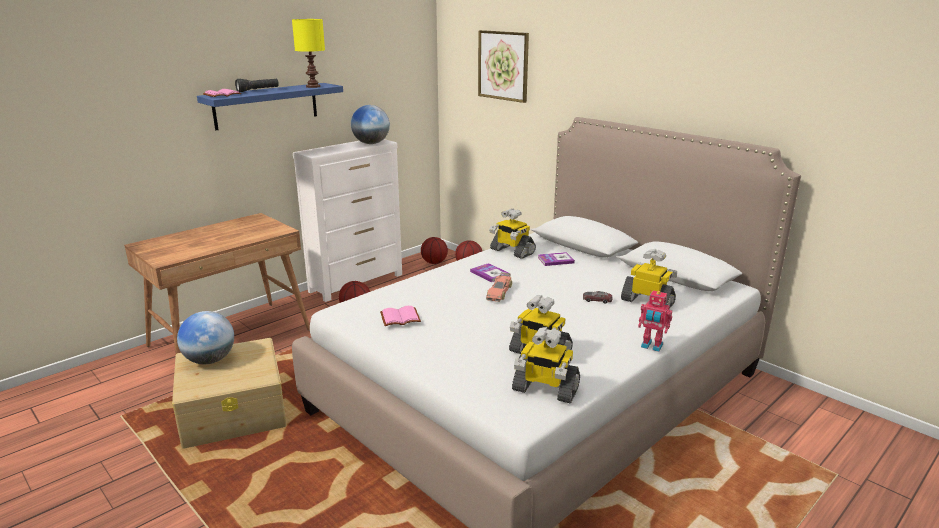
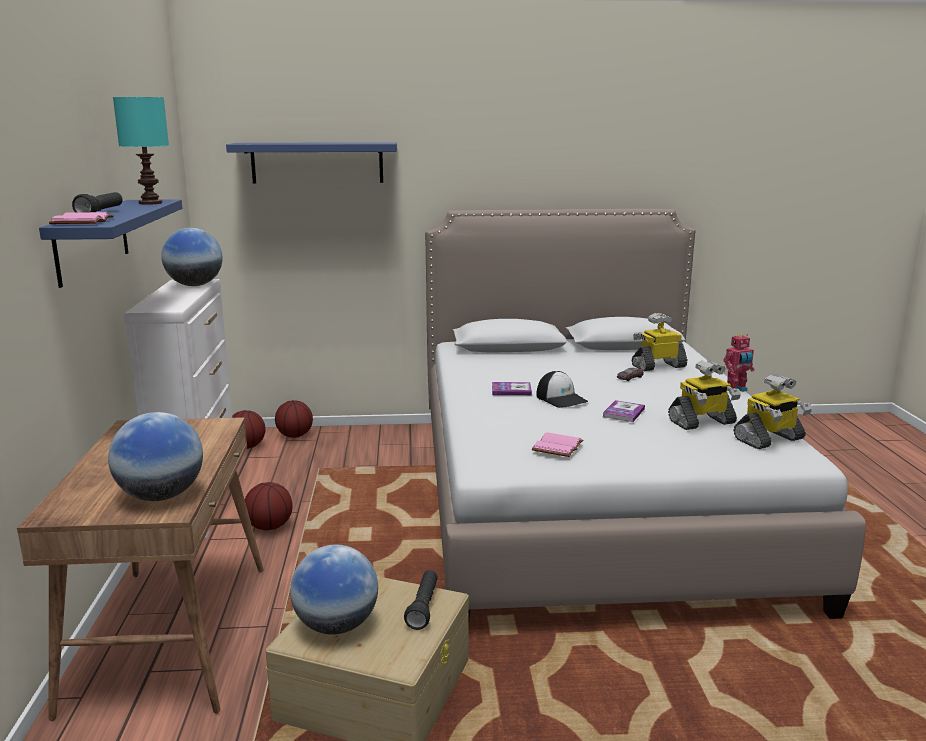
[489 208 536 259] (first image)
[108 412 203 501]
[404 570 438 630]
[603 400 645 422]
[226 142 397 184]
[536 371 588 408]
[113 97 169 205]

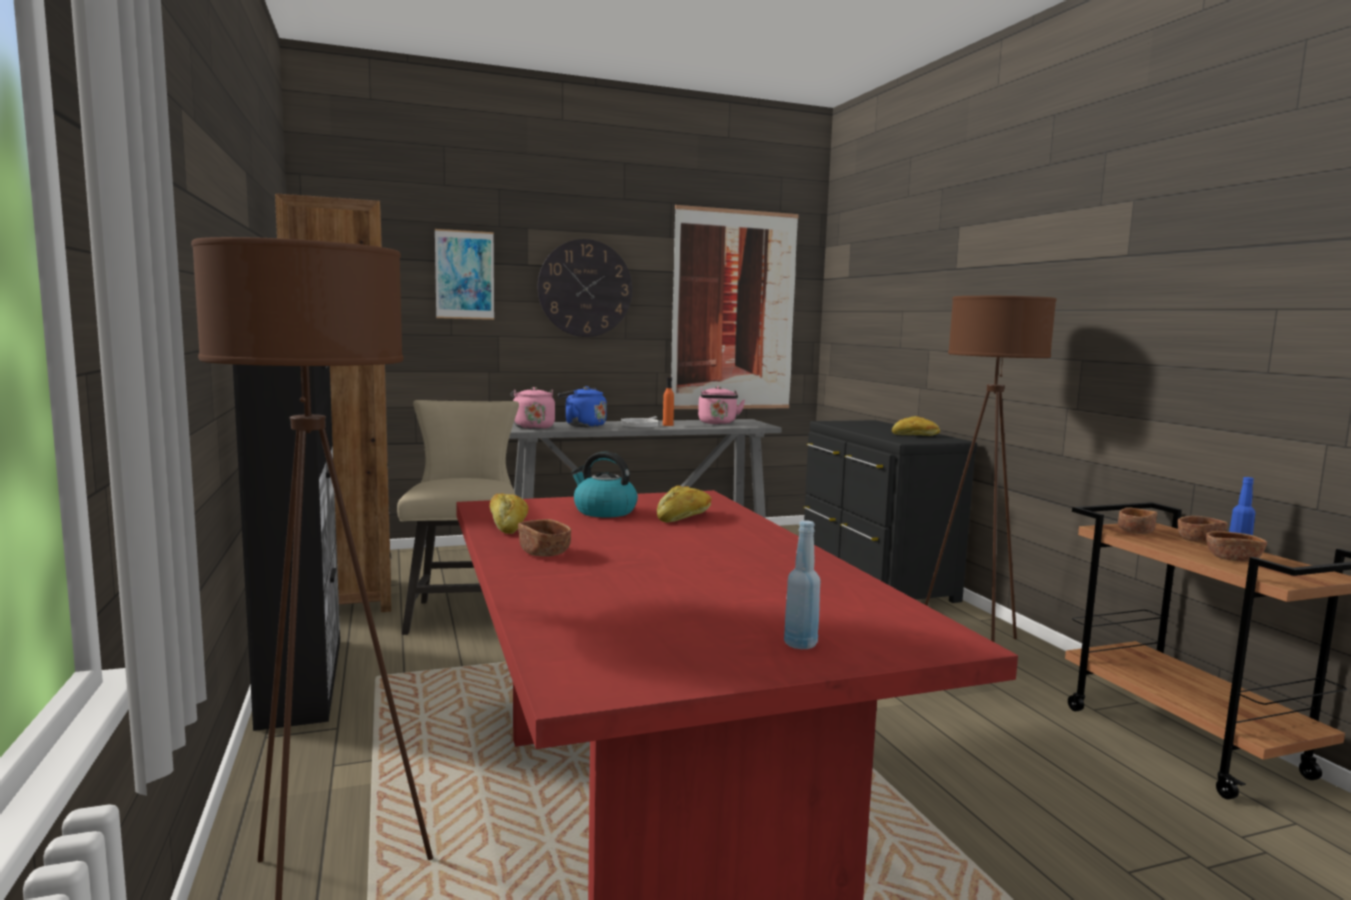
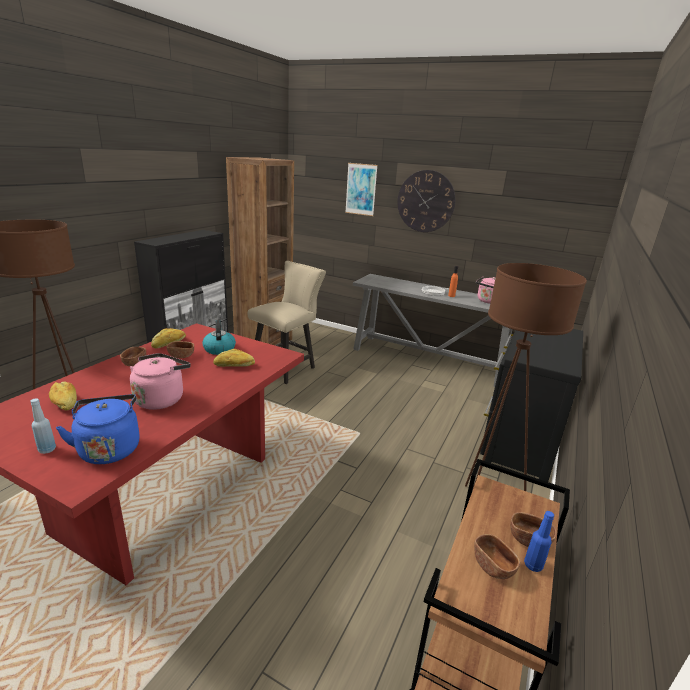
[671 205 799 409] (first image)
[130 353 191 410]
[56 394 140 464]
[49 381 77 411]
[167 341 194 358]

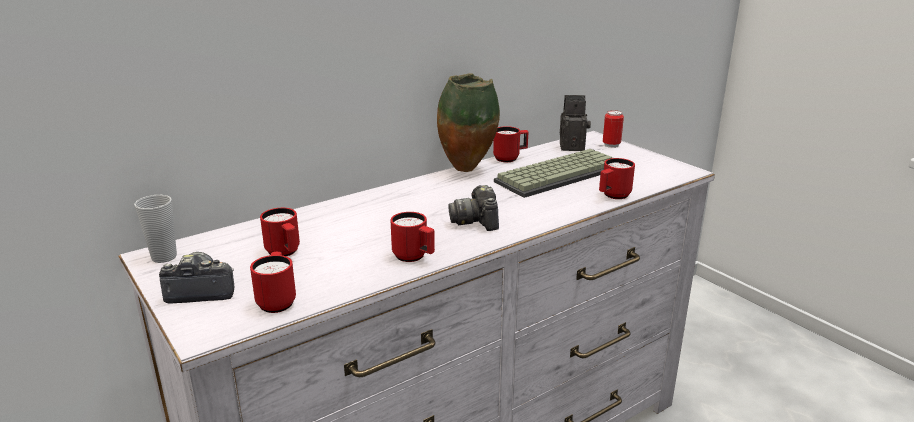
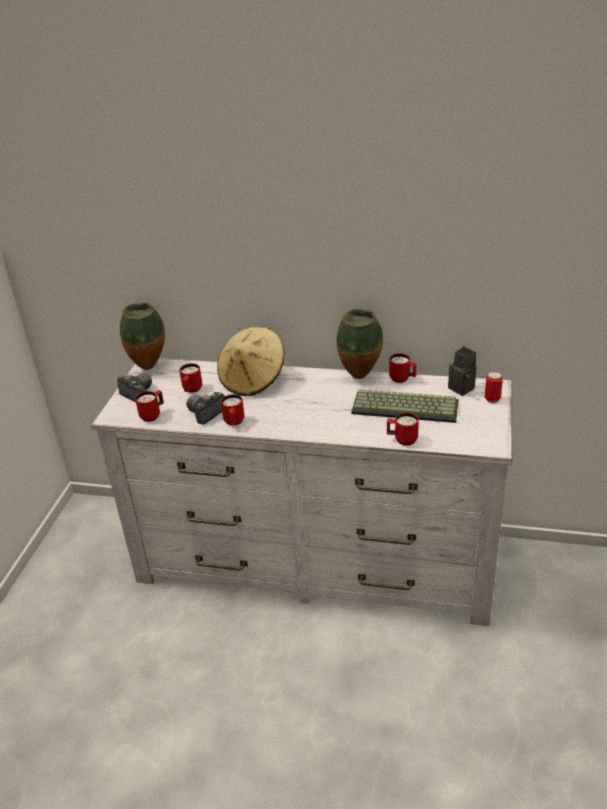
[217 326 284 396]
[186 392 224 425]
[120 302 165 370]

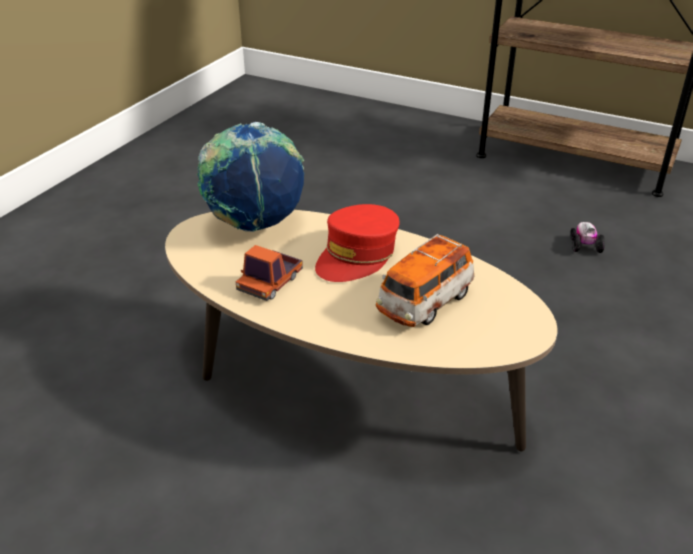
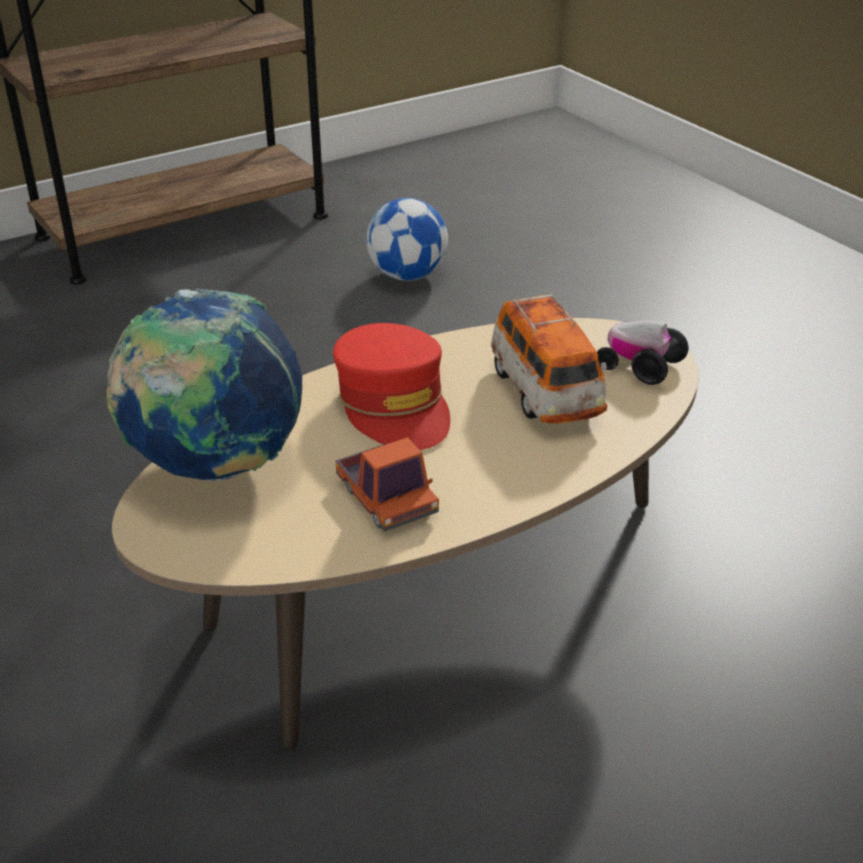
[366 198 448 281]
[597 320 689 385]

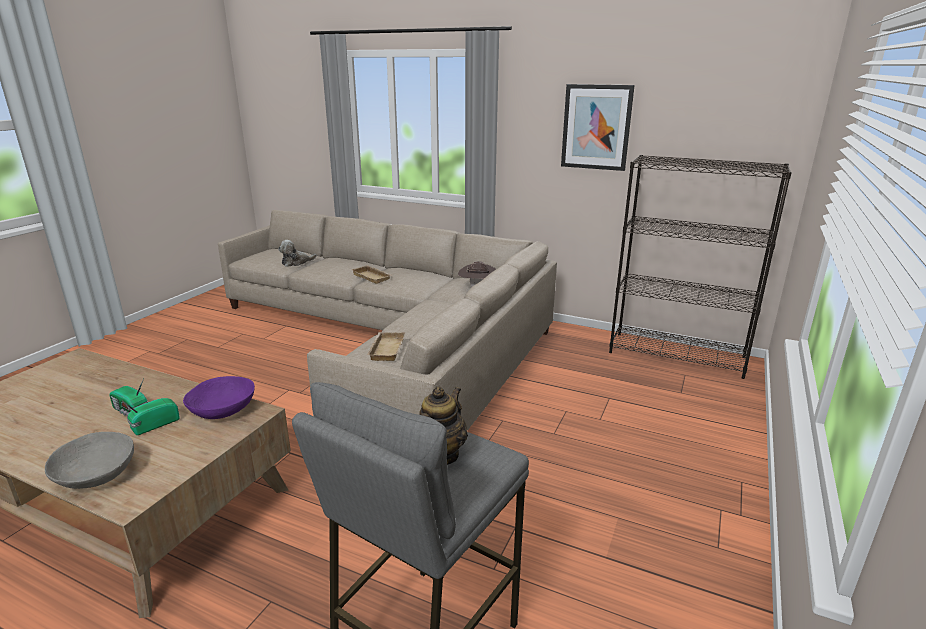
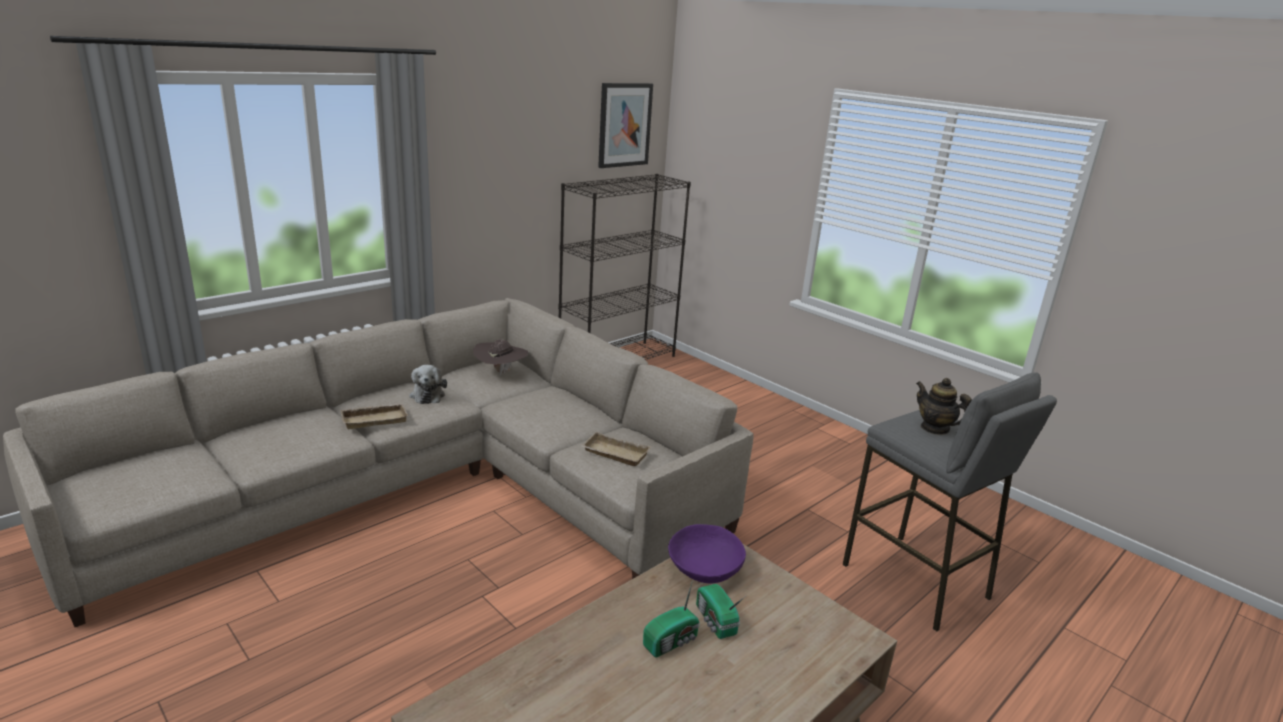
[45 432 134 489] (first image)
[409 365 447 404]
[598 83 653 168]

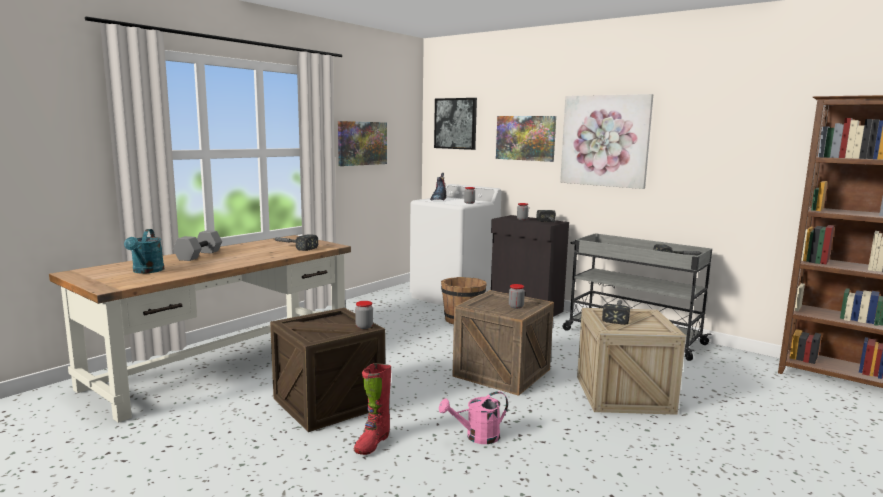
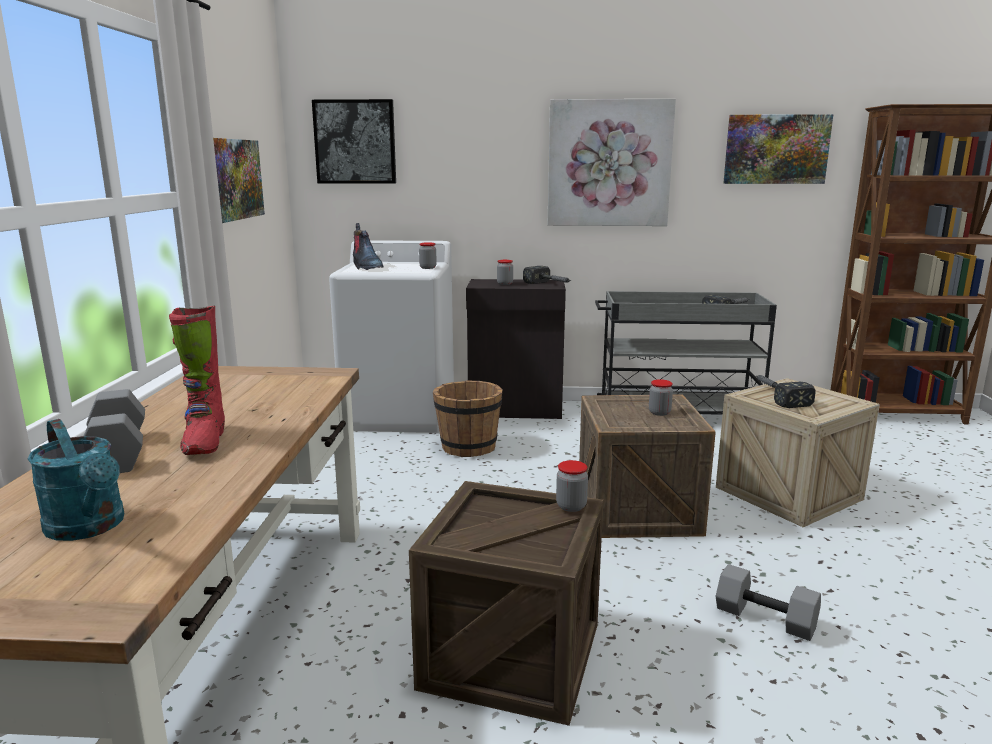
[274 234 318 251] (first image)
[169 305 225 455]
[723 114 833 184]
[716 564 821 641]

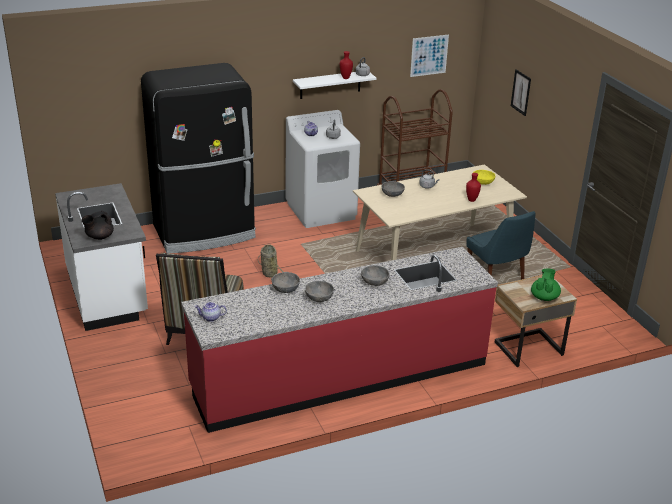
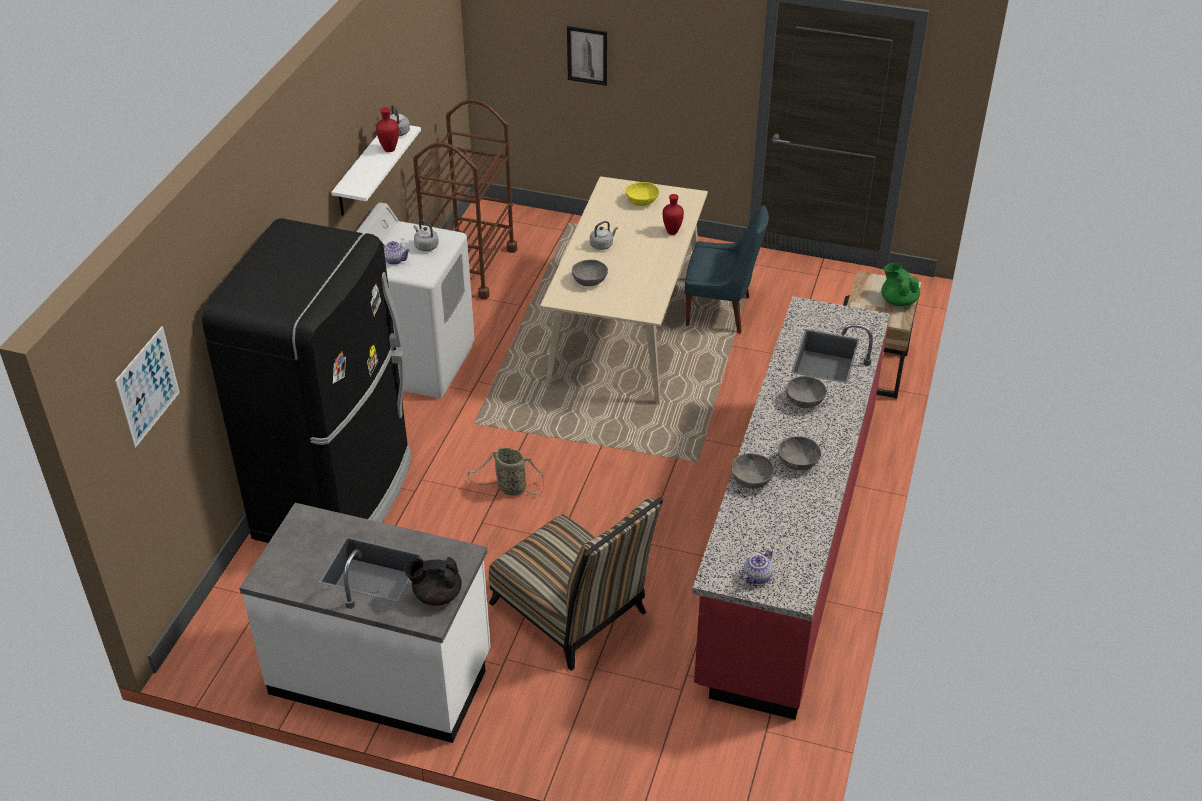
[115 326 180 448]
[404 557 462 606]

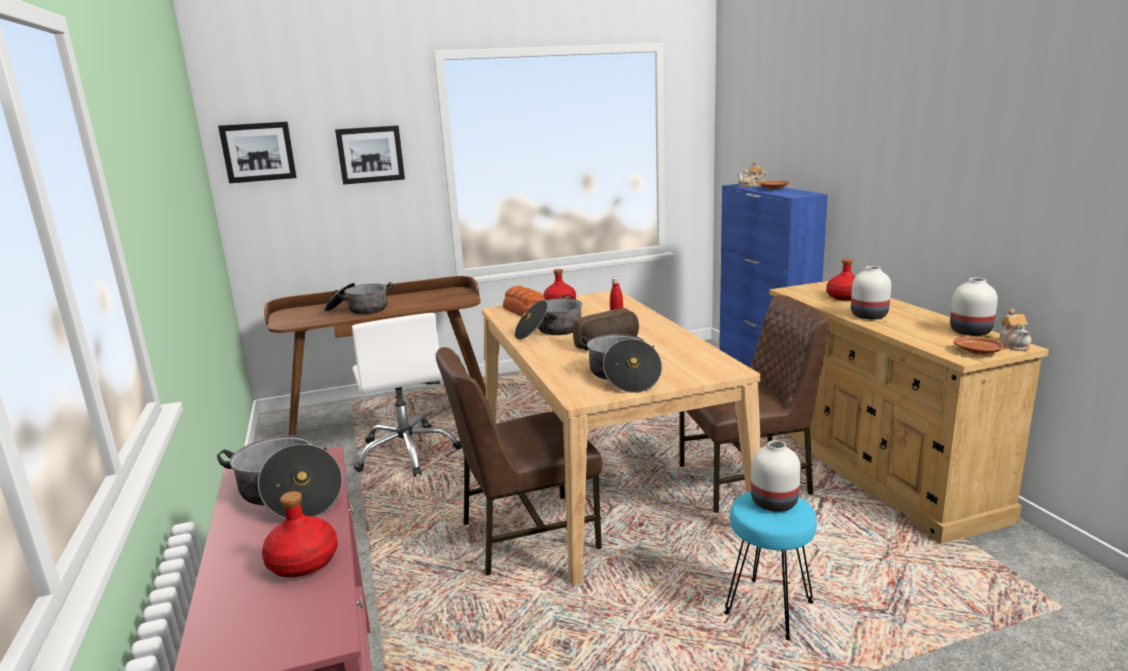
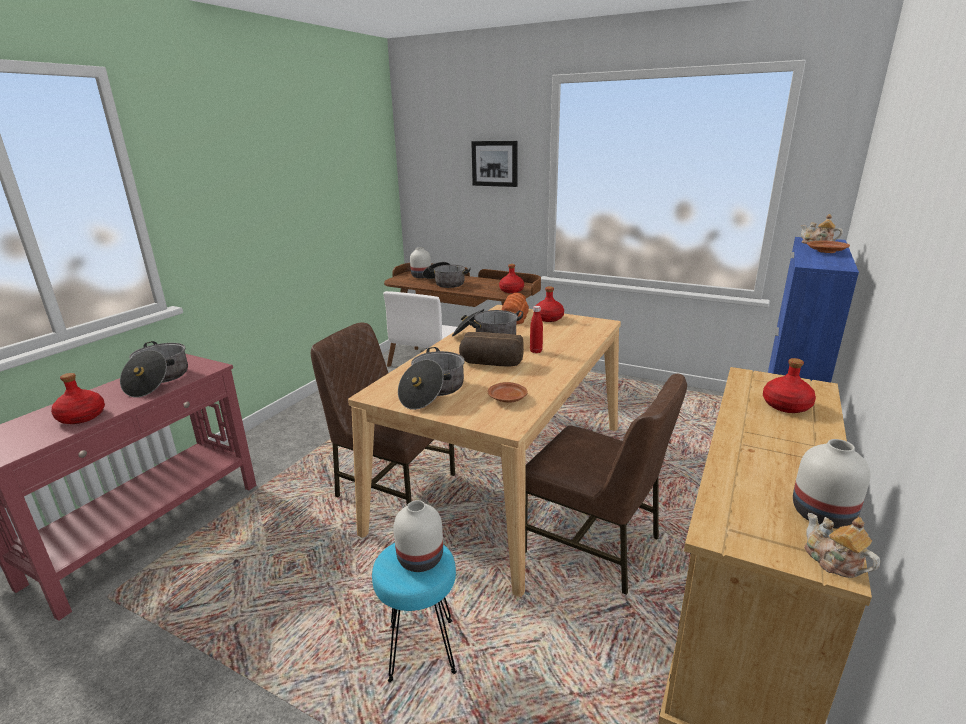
[218 122 297 183] (first image)
[499 264 524 293]
[410 247 431 278]
[488 382 528 403]
[804 513 880 578]

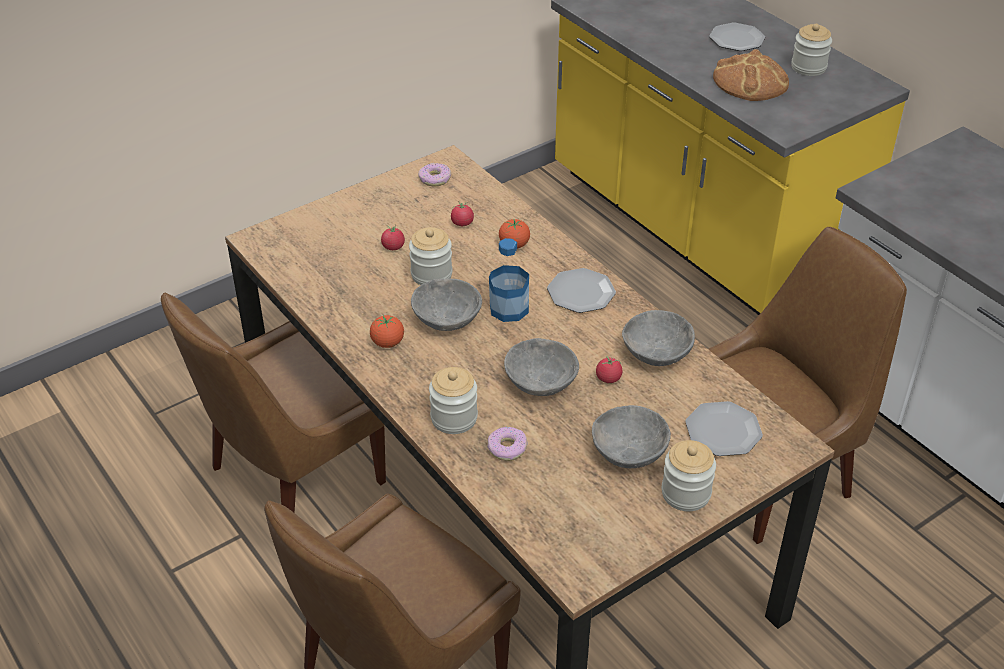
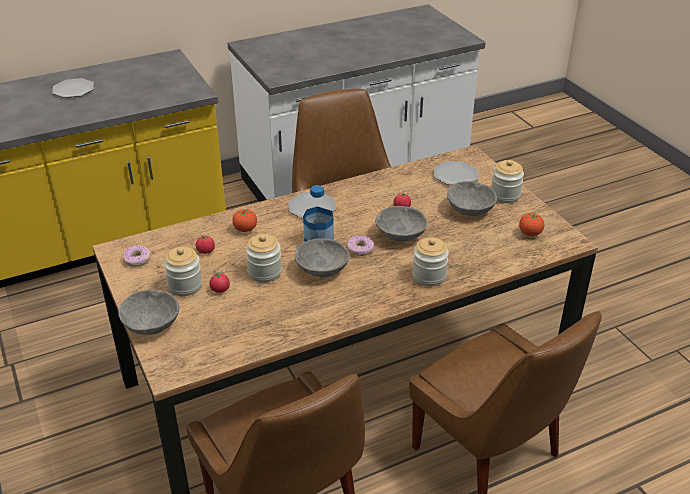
[713 49 789 101] (first image)
[519 213 544 236]
[346 236 375 256]
[118 289 179 335]
[164 247 202 296]

